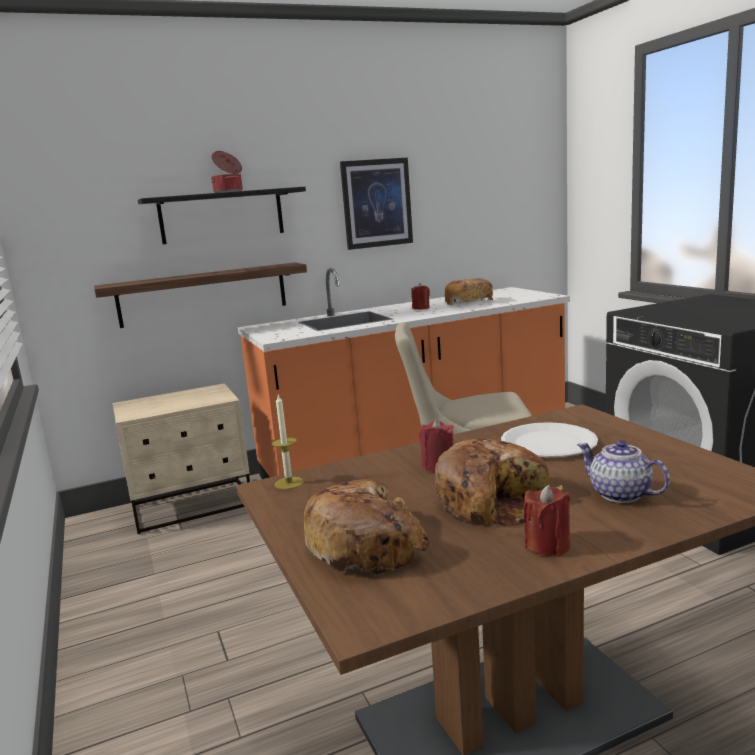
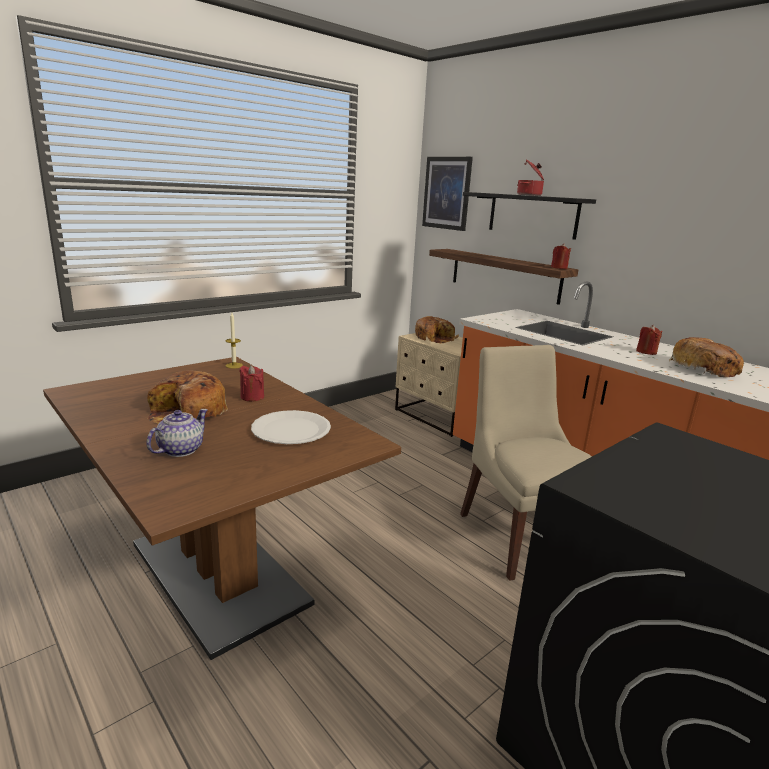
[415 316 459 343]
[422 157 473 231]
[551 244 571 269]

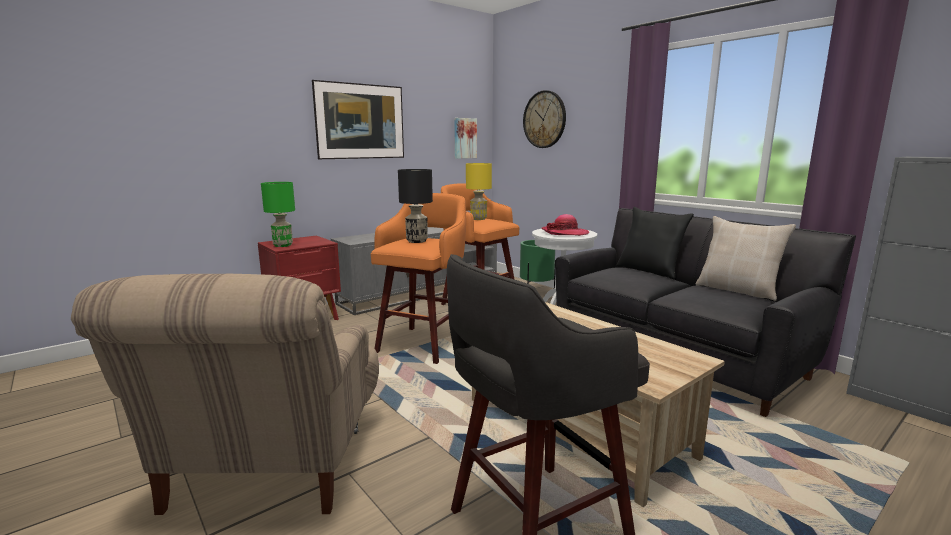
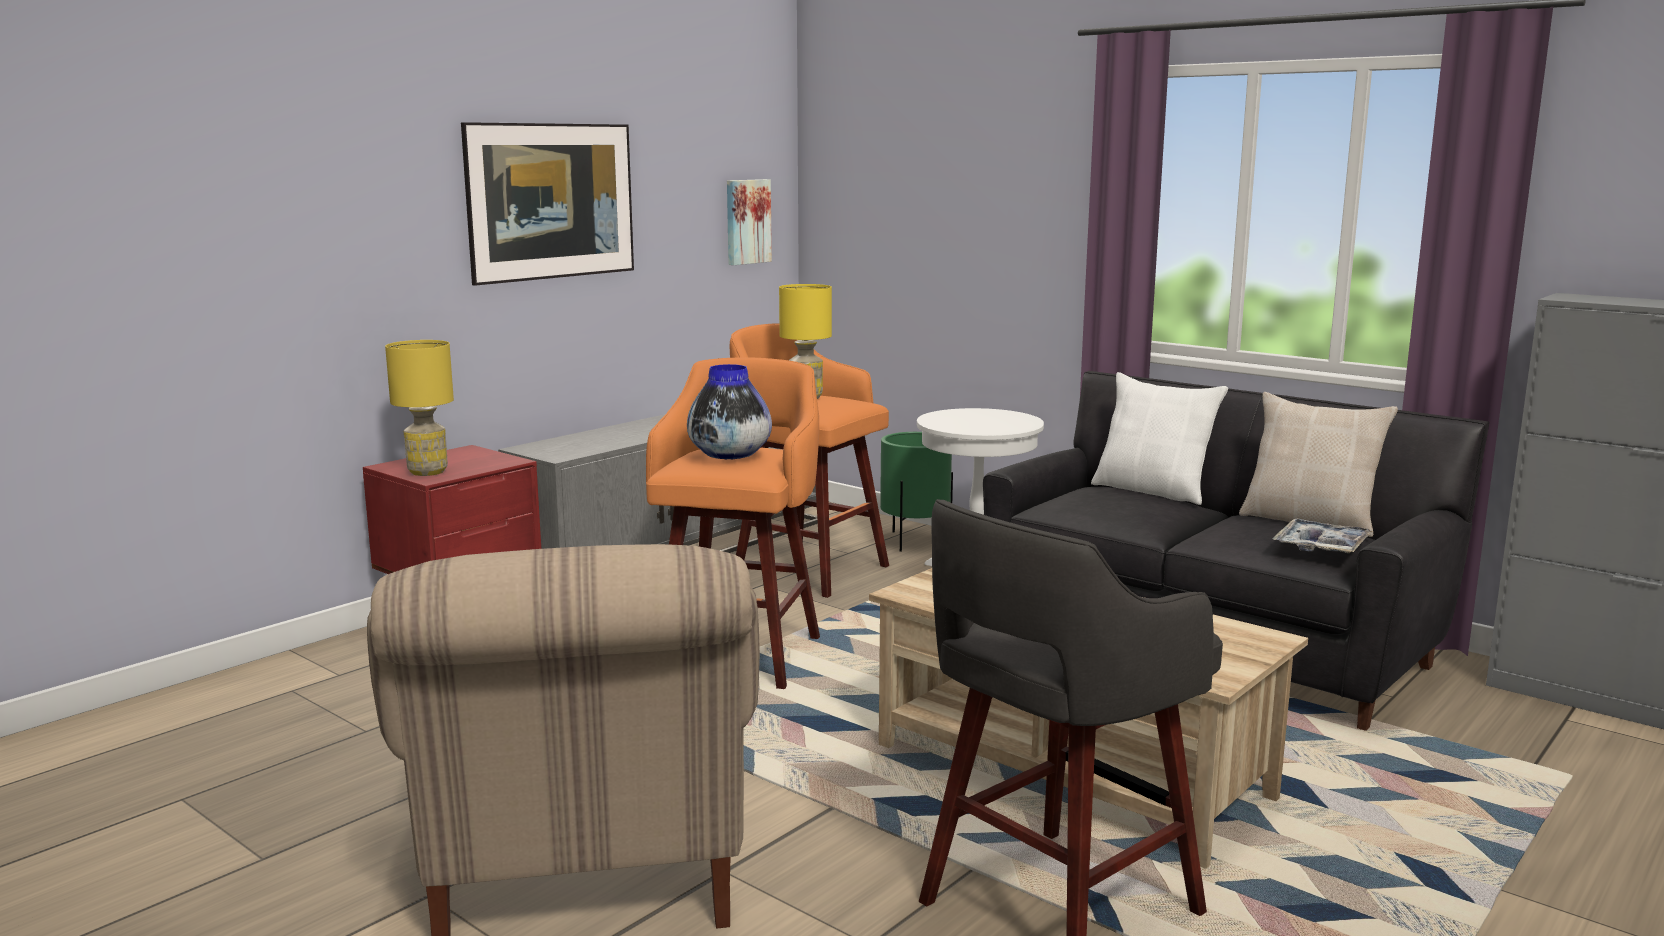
[523 90 566 148] (first image)
[541 214 589 236] (first image)
[1273 519 1373 554]
[687 364 772 459]
[385 340 454 476]
[1091 372 1228 505]

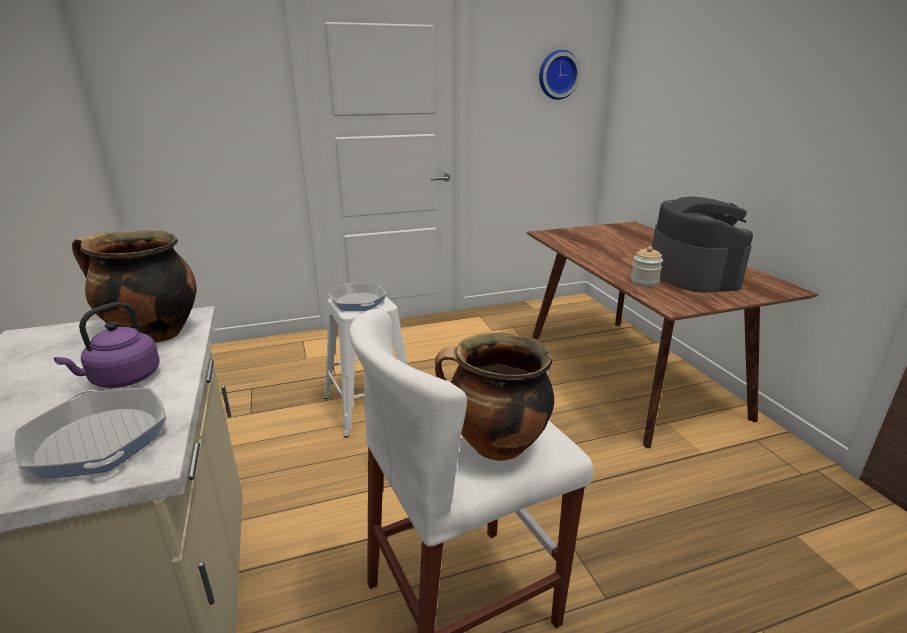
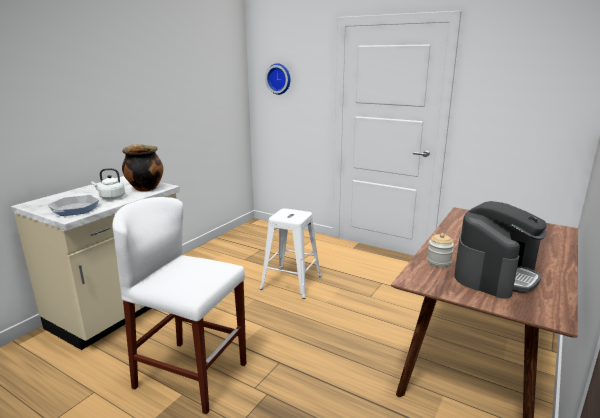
[328 283 387 311] (first image)
[435 333 554 461] (first image)
[265 63 290 95]
[91 168 125 200]

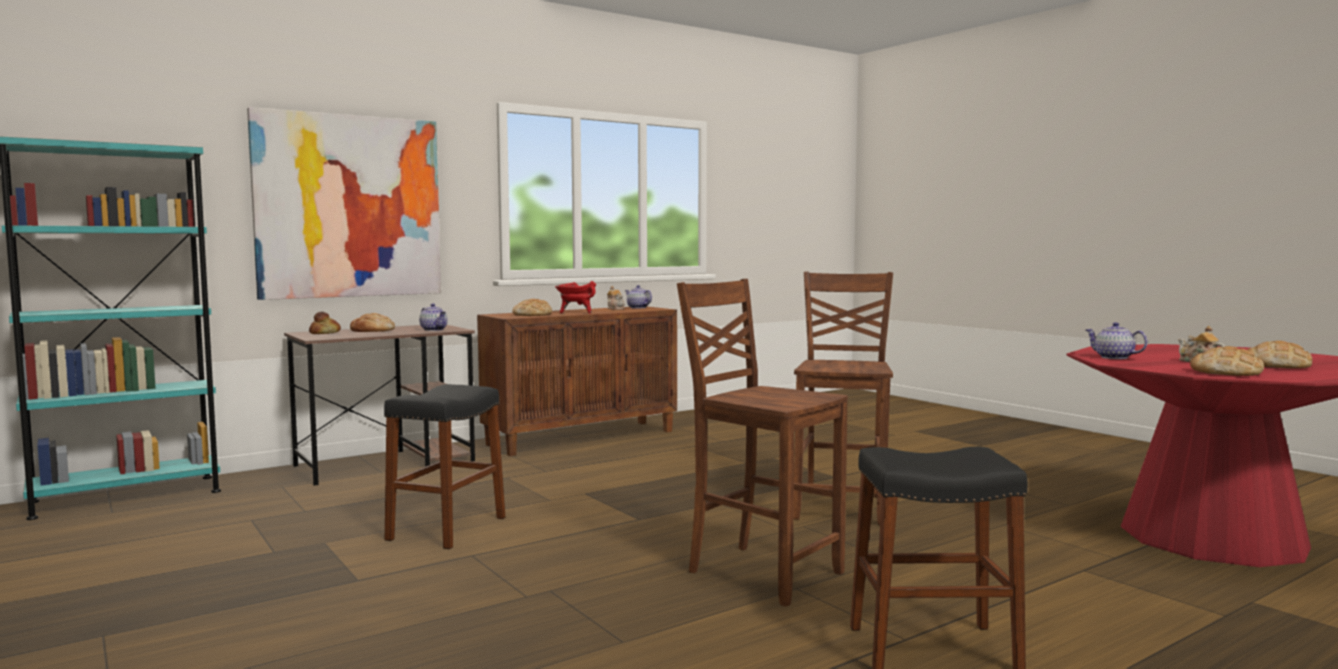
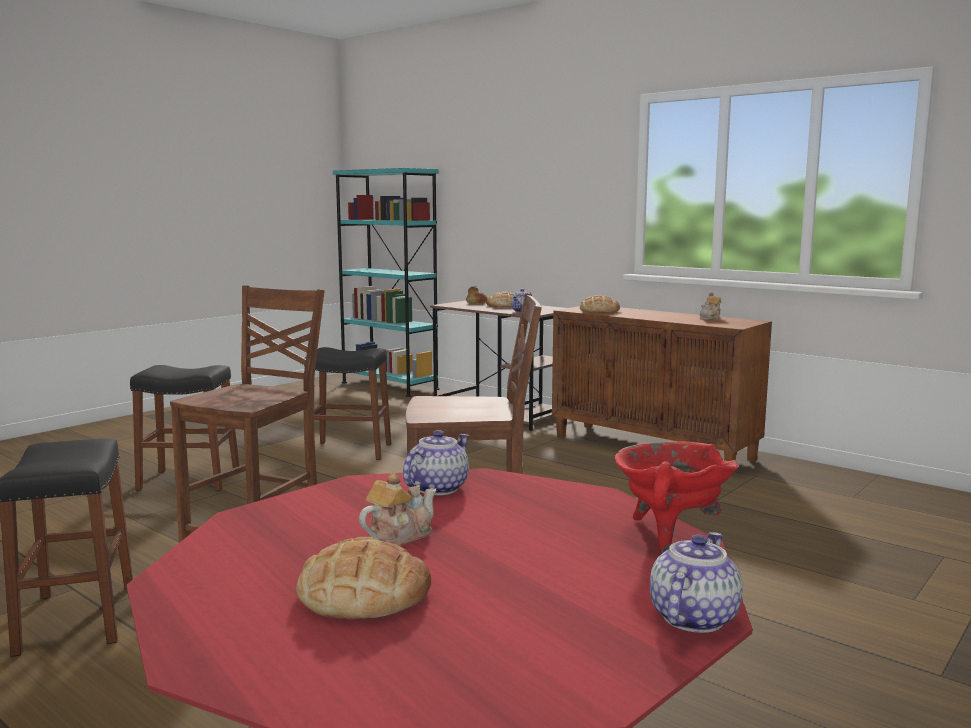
[247 107 441 300] (first image)
[1190 346 1264 376] (first image)
[130 365 239 491]
[614 441 739 554]
[650 532 742 633]

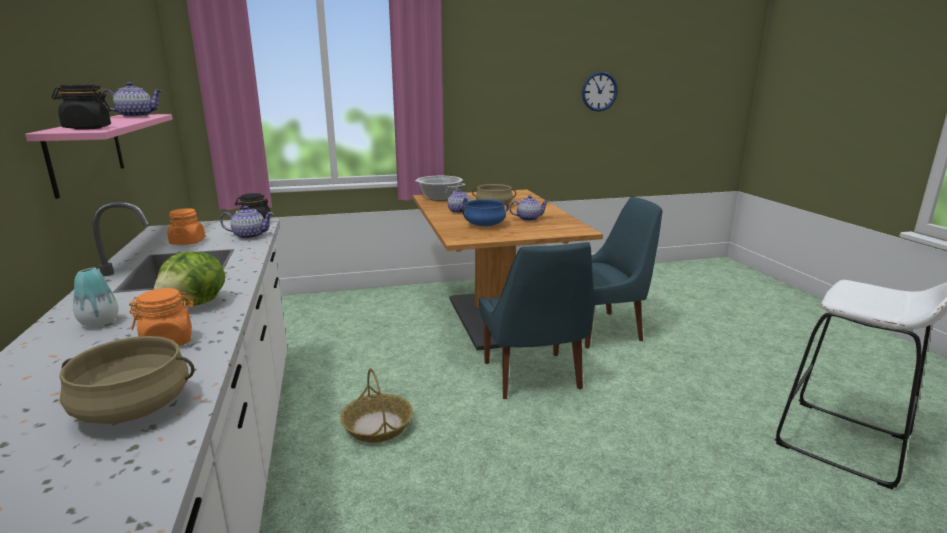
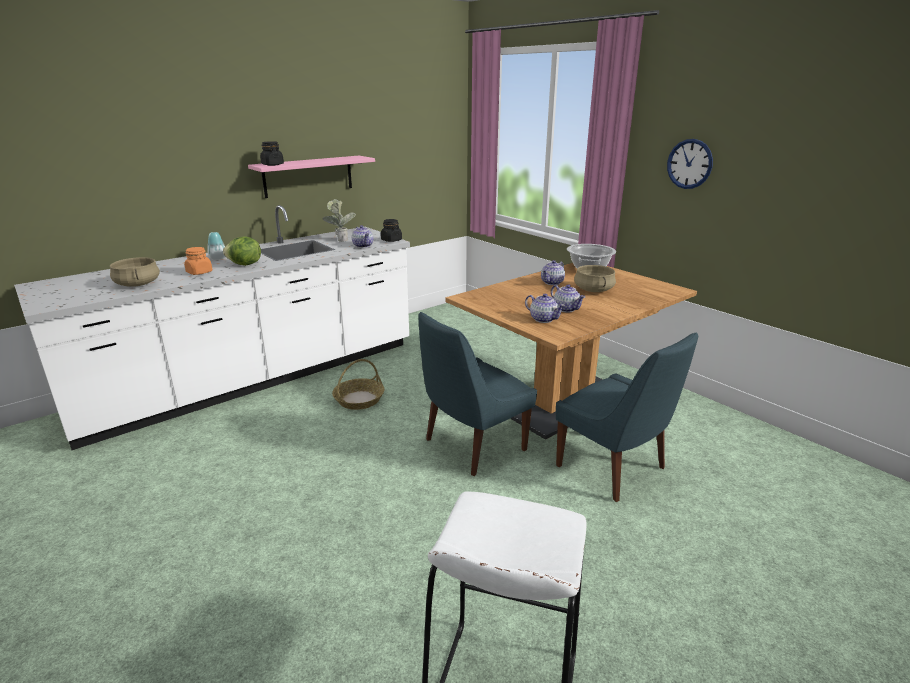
[463 199 508 226] (first image)
[525 294 565 323]
[667 139 713 189]
[322 199 356 242]

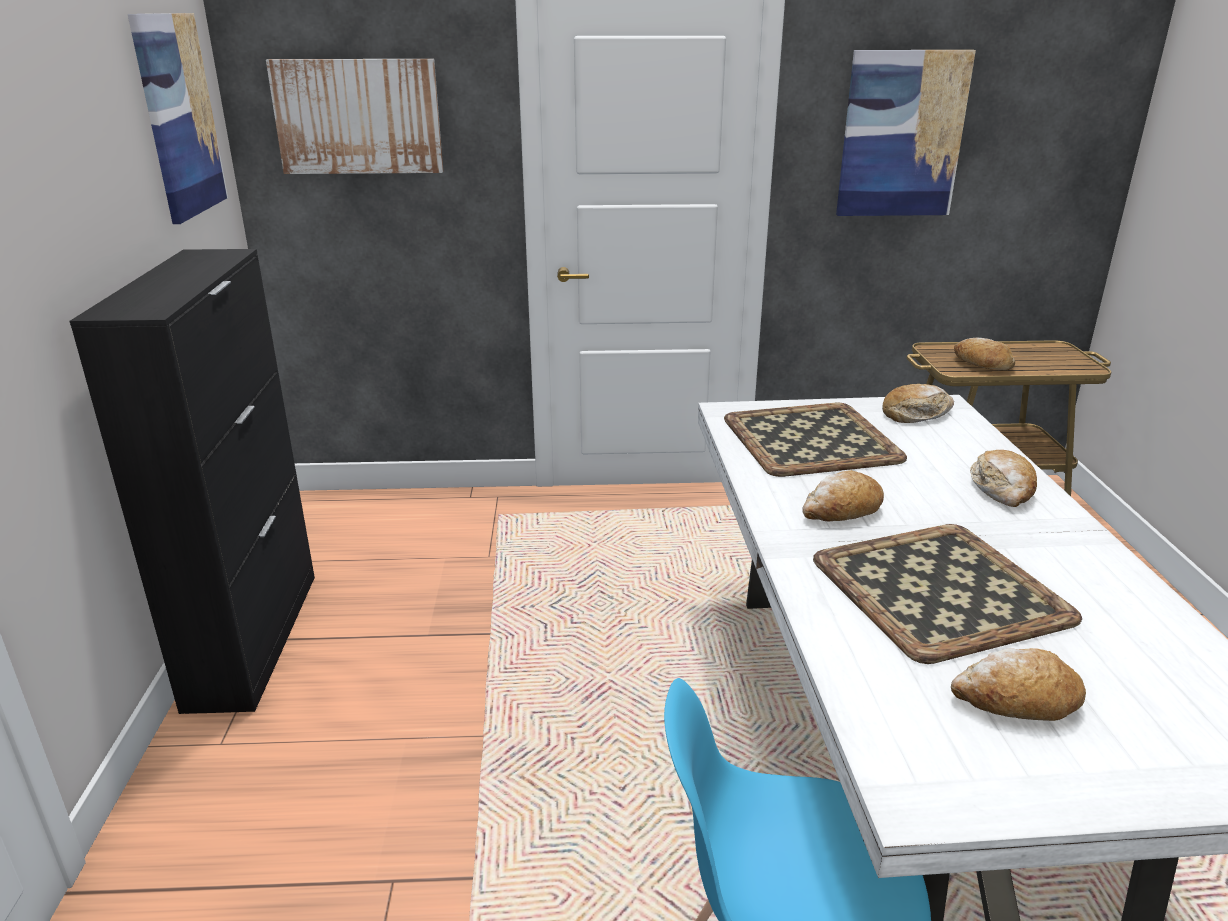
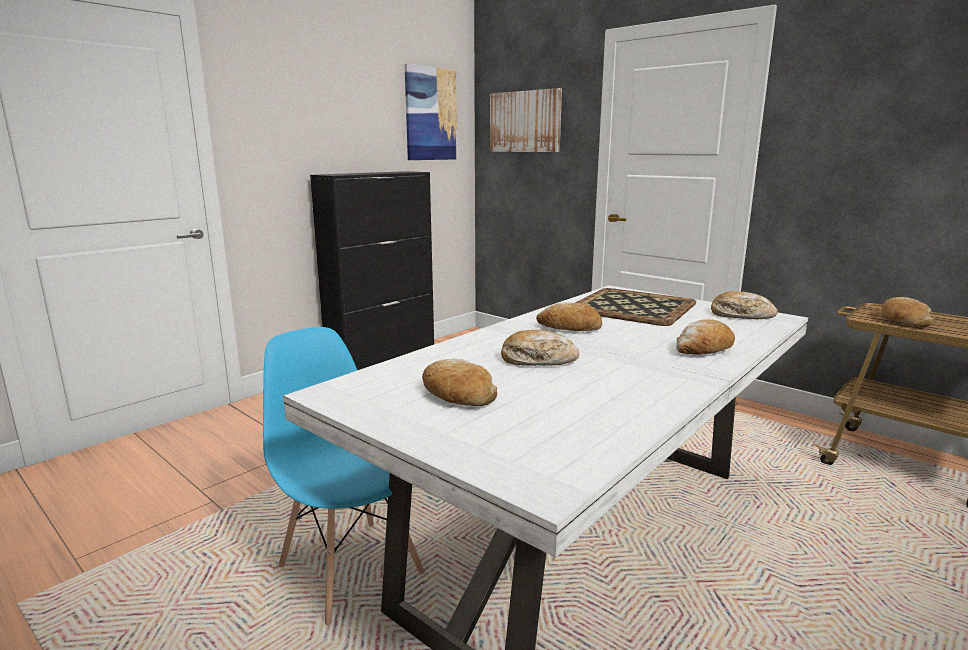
[836 50 976 216] (first image)
[501 329 579 366]

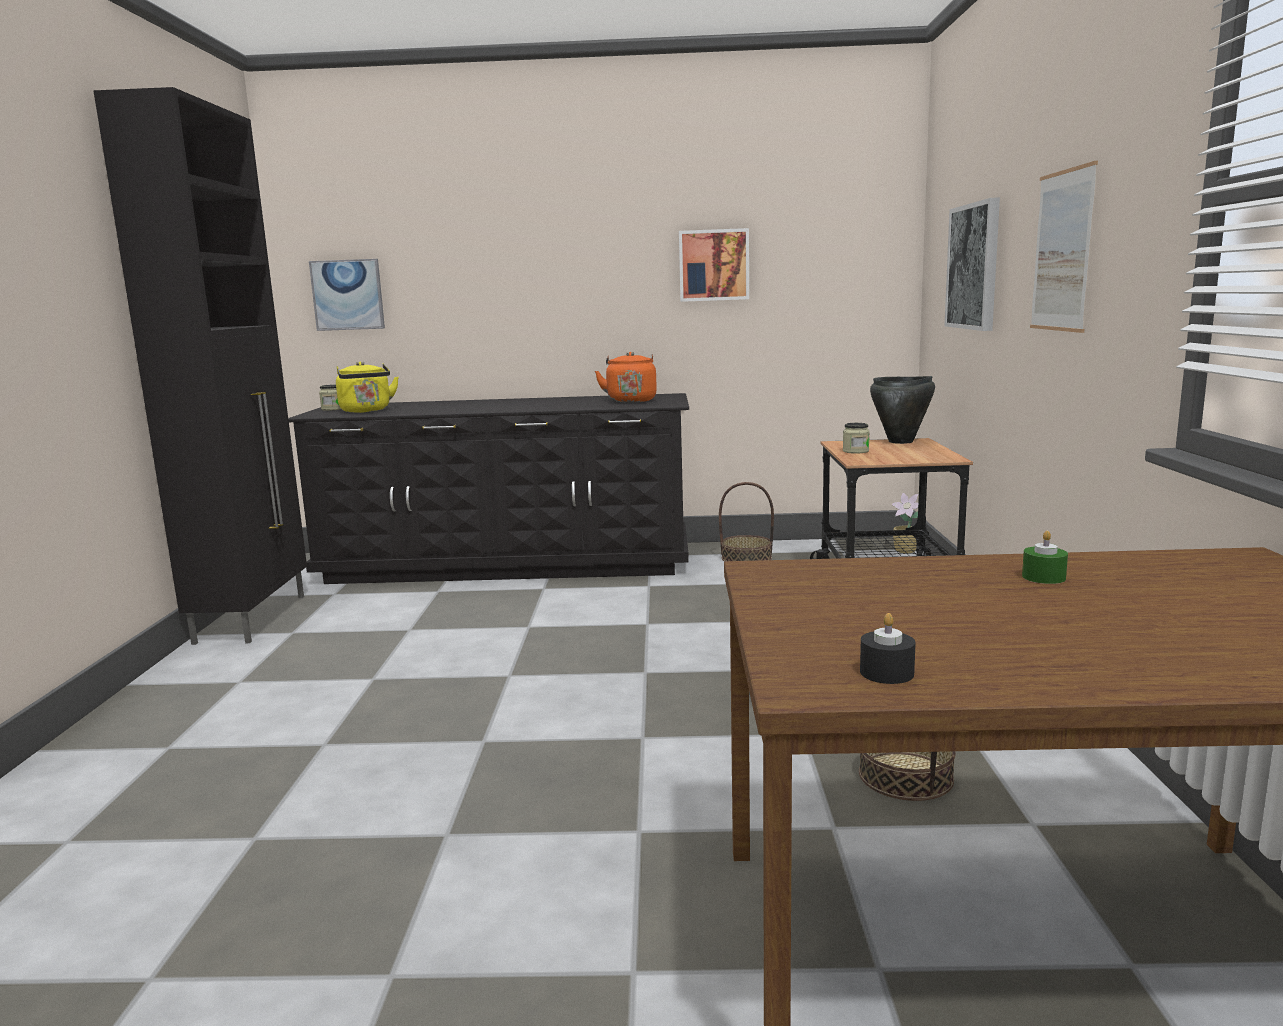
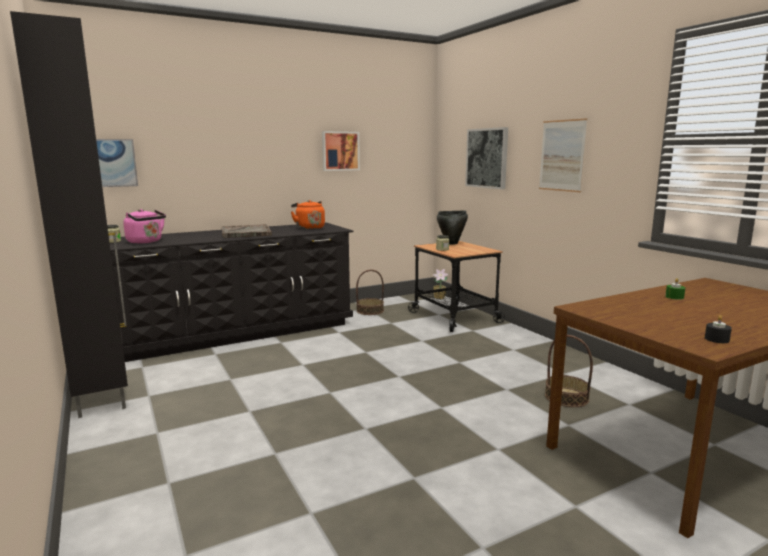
[222 224 272 238]
[123 209 166 244]

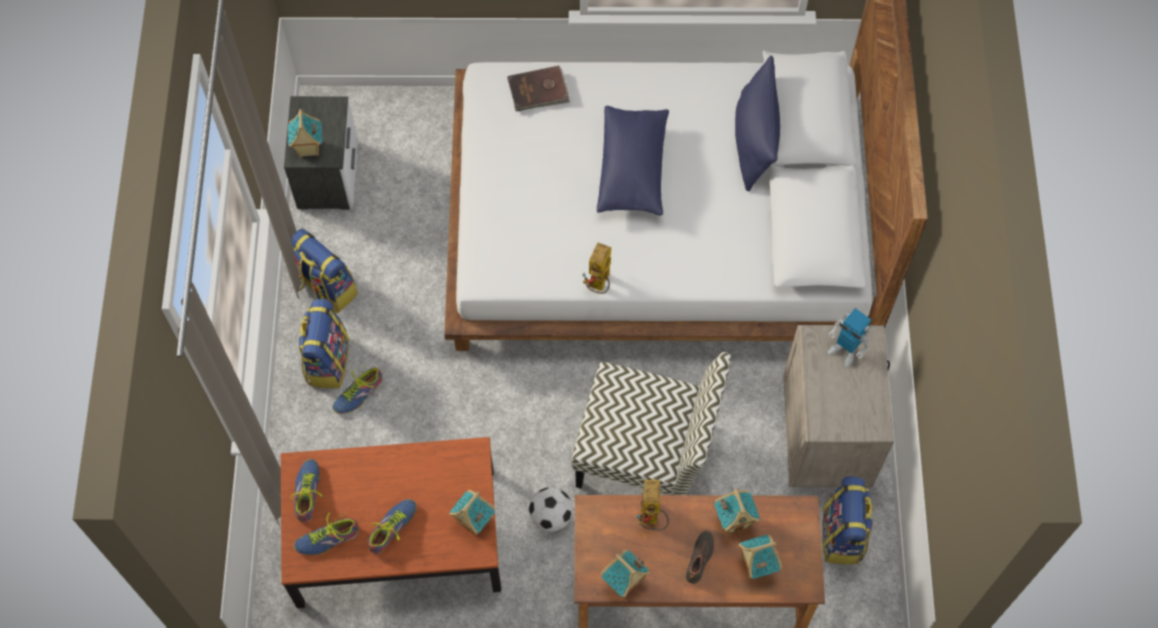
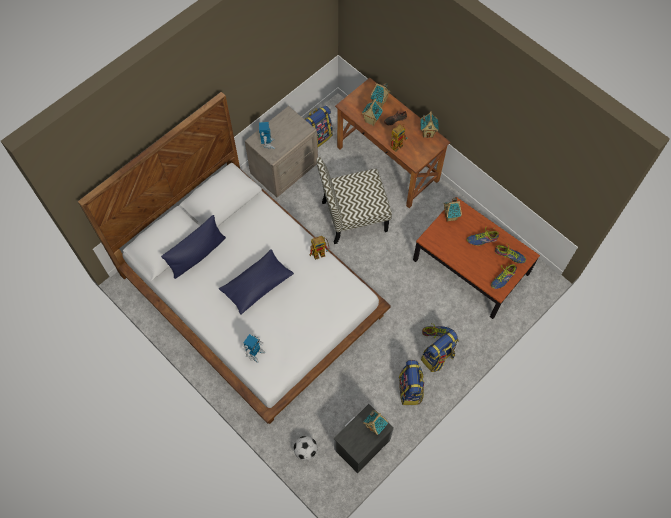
[294 436 318 461]
[243 334 265 363]
[316 157 392 244]

